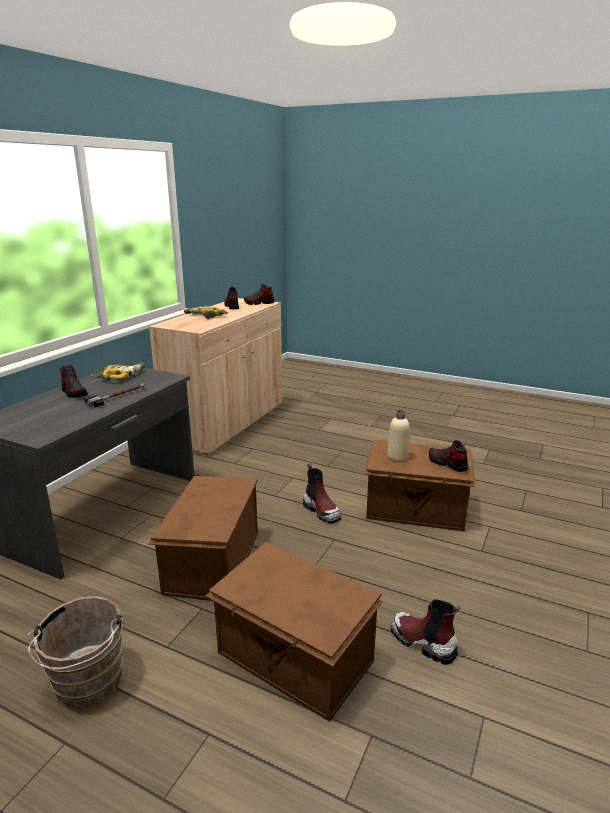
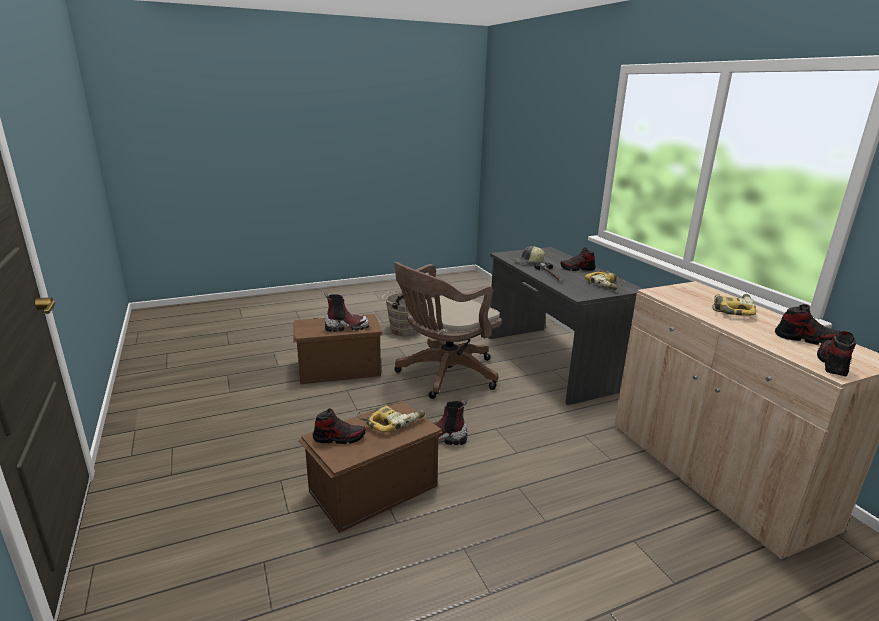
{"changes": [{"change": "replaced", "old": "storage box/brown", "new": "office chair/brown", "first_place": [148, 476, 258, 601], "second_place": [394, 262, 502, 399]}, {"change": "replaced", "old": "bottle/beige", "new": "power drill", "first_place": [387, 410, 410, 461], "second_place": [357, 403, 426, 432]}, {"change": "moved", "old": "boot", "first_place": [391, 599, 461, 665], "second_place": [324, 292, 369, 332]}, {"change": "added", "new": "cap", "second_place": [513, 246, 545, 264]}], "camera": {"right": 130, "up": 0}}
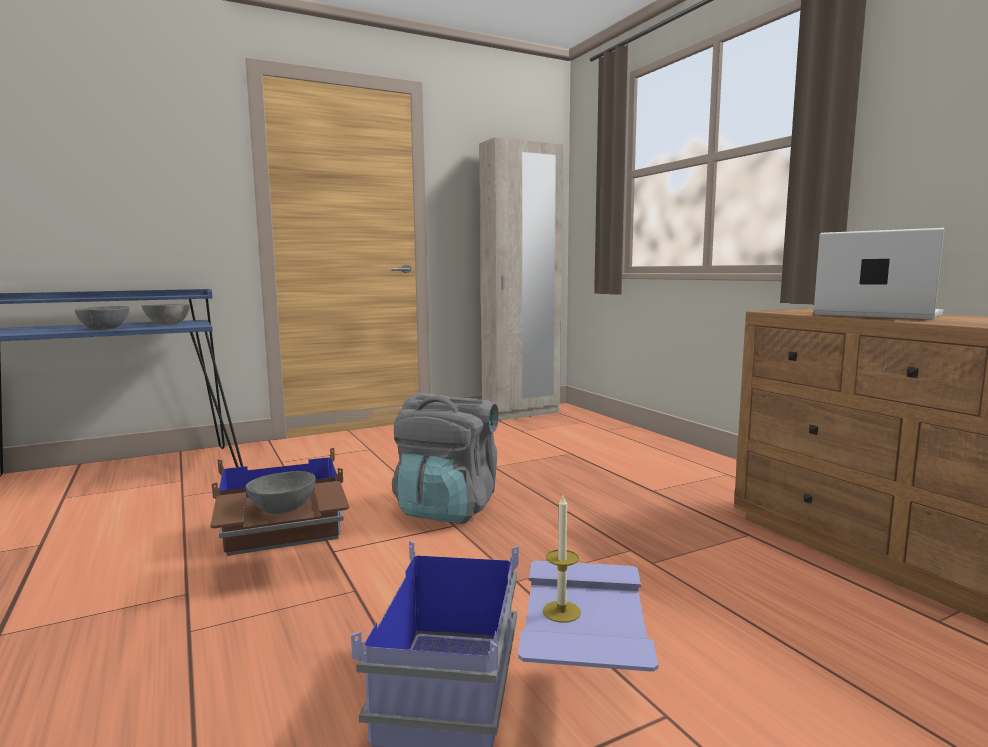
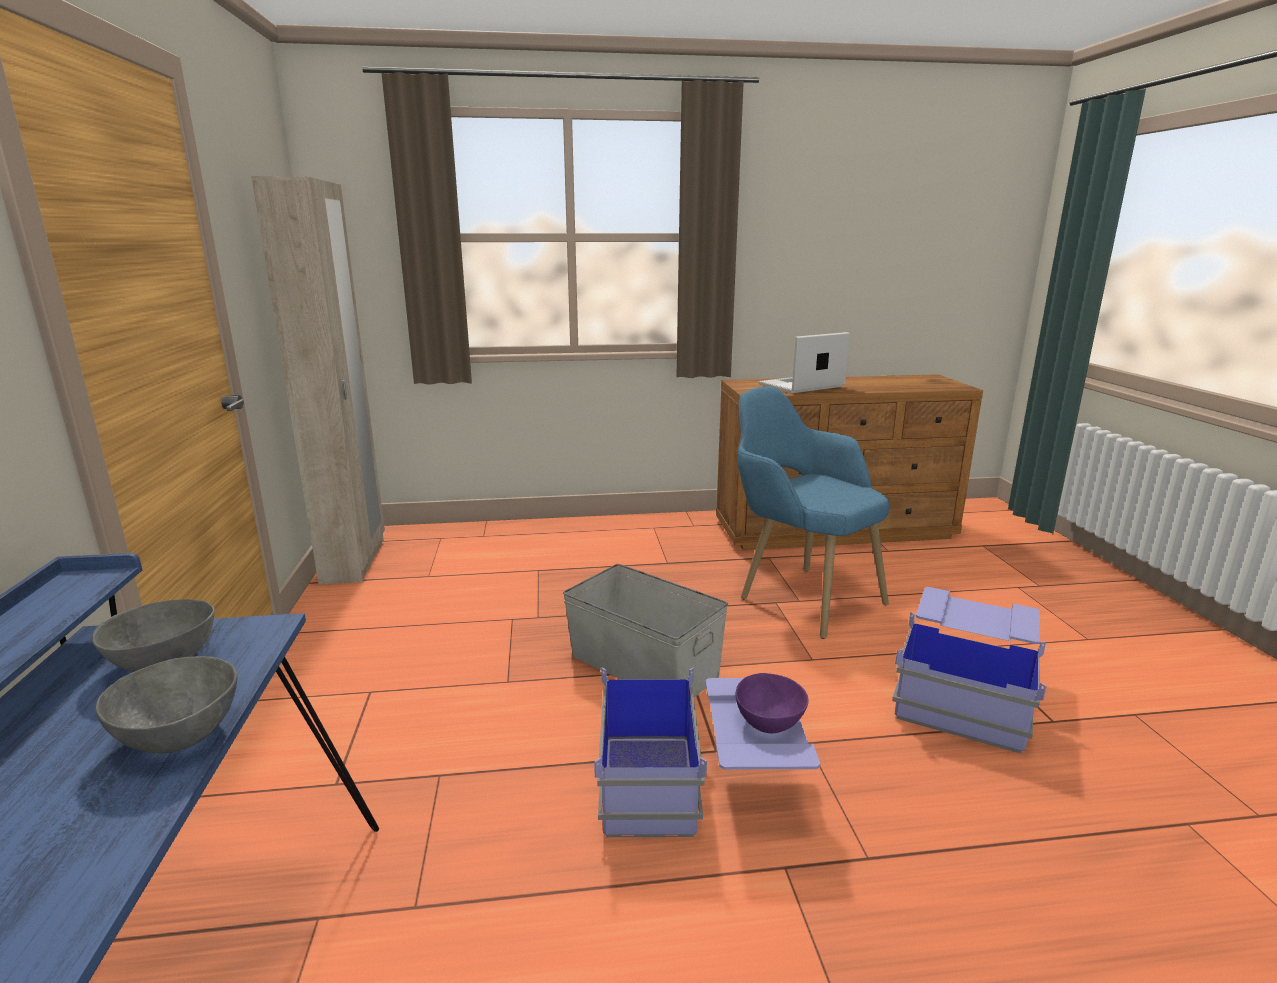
{"changes": [{"change": "recoloured", "old": "storage box/brown", "new": "storage box/blue", "first_place": [211, 448, 349, 556], "second_place": [594, 667, 820, 837]}, {"change": "recoloured", "old": "bowl/grey", "new": "bowl/purple", "first_place": [246, 471, 315, 514], "second_place": [736, 673, 809, 733]}, {"change": "replaced", "old": "backpack/grey", "new": "storage box/grey", "first_place": [392, 393, 499, 524], "second_place": [563, 564, 728, 698]}, {"change": "removed", "old": "candle", "first_place": [543, 496, 581, 623]}, {"change": "added", "new": "armchair/blue", "second_place": [738, 387, 889, 639]}], "camera": {"right": -70, "up": 10}}
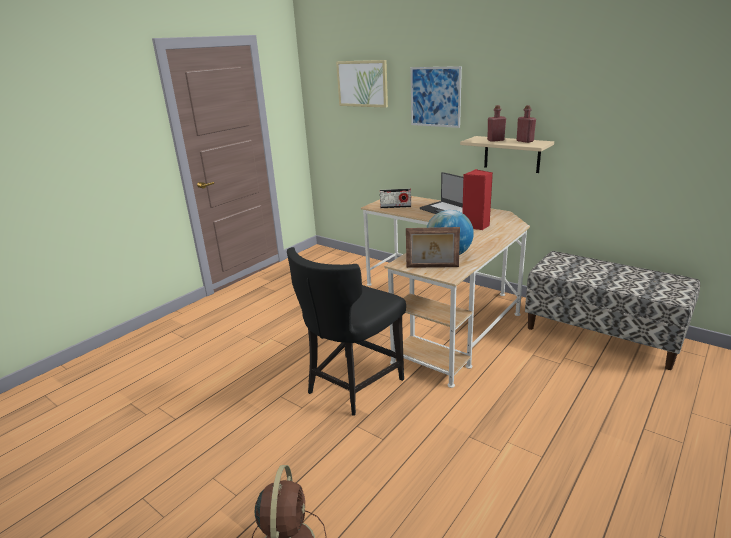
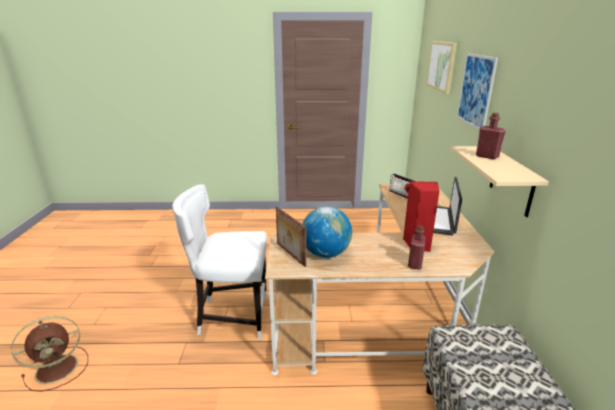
{"changes": [{"change": "recoloured", "old": "chair/black", "new": "chair/white", "first_place": [287, 247, 406, 416], "second_place": [172, 184, 267, 340]}, {"change": "moved", "old": "bottle/red", "first_place": [517, 105, 536, 143], "second_place": [408, 225, 426, 270]}], "camera": {"right": 50, "up": 0}}
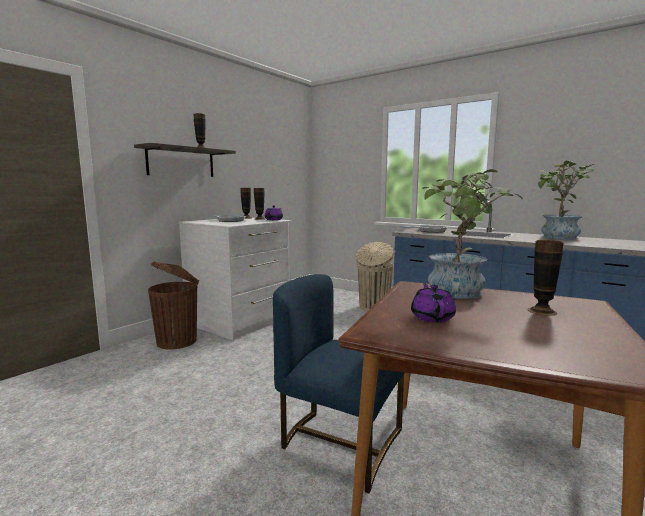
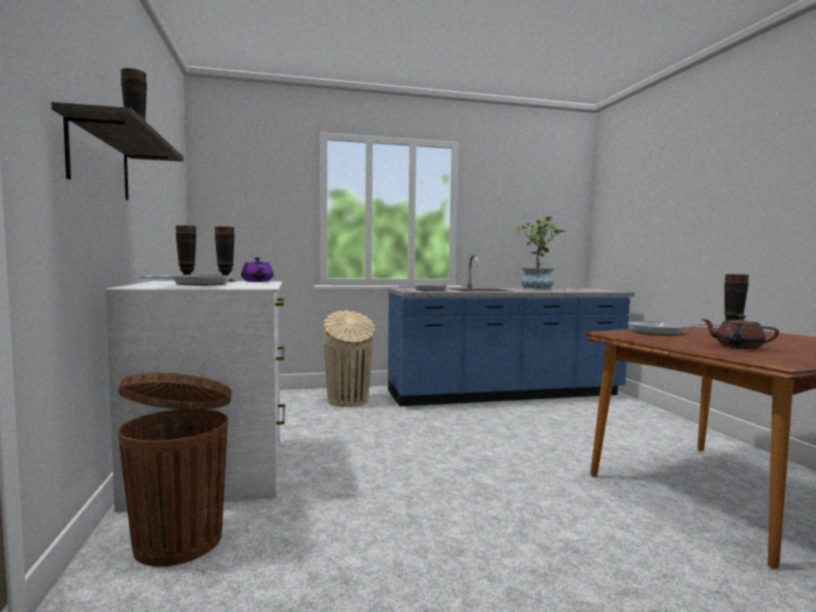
{"changes": [{"change": "removed", "old": "chair/blue", "first_place": [273, 274, 405, 493]}, {"change": "recoloured", "old": "teapot/purple", "new": "teapot/brown", "first_place": [411, 283, 456, 323], "second_place": [702, 315, 779, 349]}, {"change": "replaced", "old": "potted plant", "new": "frying pan", "first_place": [422, 169, 523, 299], "second_place": [628, 321, 719, 336]}], "camera": {"right": -50, "up": -5}}
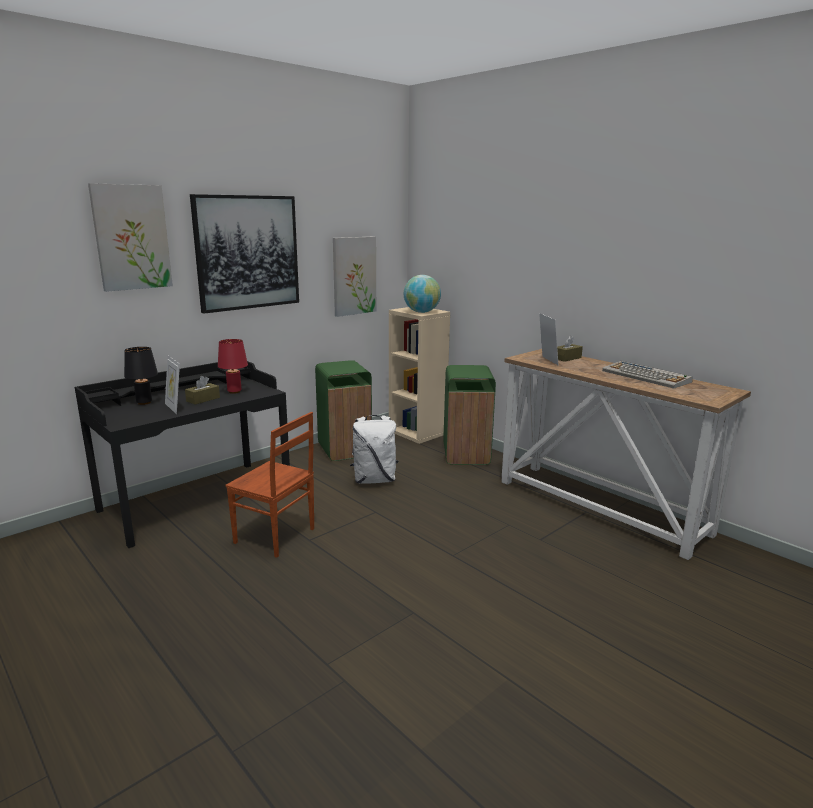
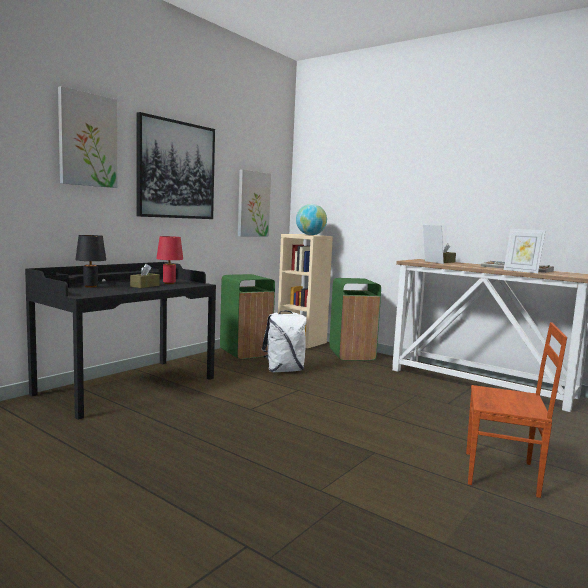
{"changes": [{"change": "moved", "old": "picture frame", "first_place": [165, 356, 180, 414], "second_place": [504, 229, 546, 273]}, {"change": "moved", "old": "chair/brown", "first_place": [226, 412, 314, 558], "second_place": [466, 322, 567, 498]}], "camera": {"right": -10, "up": -10}}
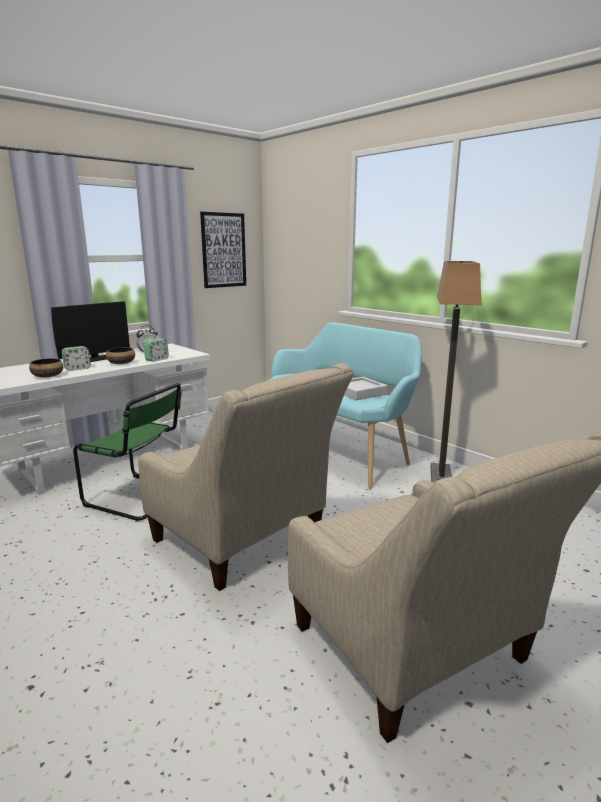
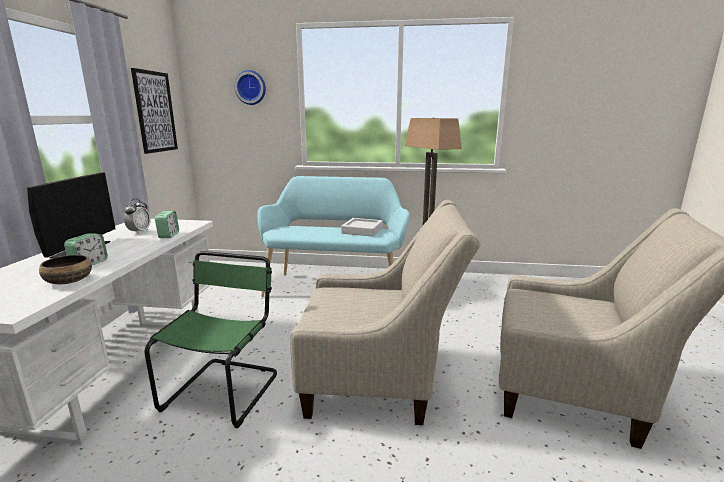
{"changes": [{"change": "turned", "old": "chair/green", "first_place": [73, 383, 182, 521], "second_place": [145, 251, 277, 428], "degrees": -60}, {"change": "removed", "old": "bowl", "first_place": [106, 347, 135, 364]}, {"change": "added", "new": "wall clock", "second_place": [234, 70, 266, 105]}], "camera": {"right": -40, "up": 0}}
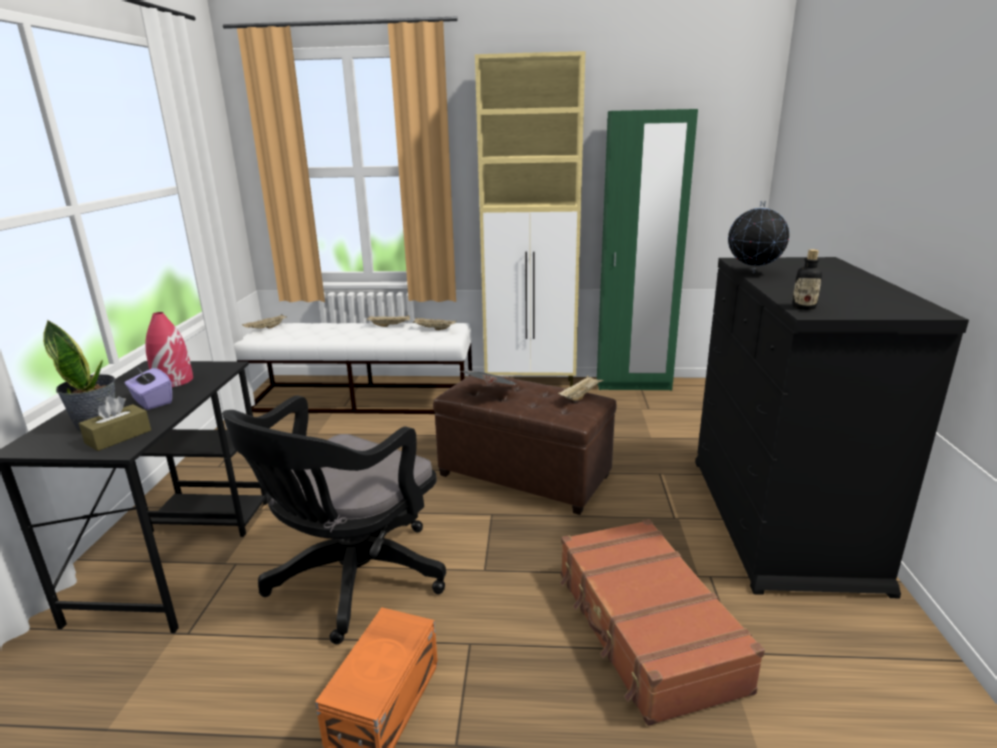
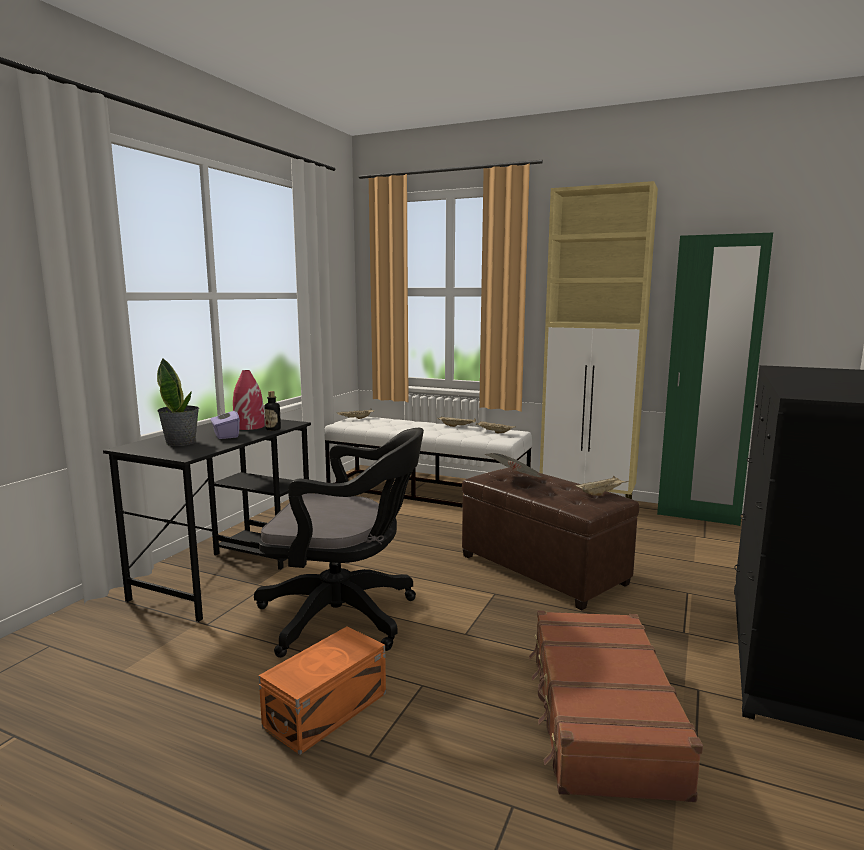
{"changes": [{"change": "removed", "old": "tissue box/brown", "first_place": [79, 396, 151, 451]}, {"change": "turned", "old": "office chair/black", "first_place": [222, 395, 446, 644], "second_place": [254, 428, 424, 658], "degrees": -135}, {"change": "removed", "old": "globe", "first_place": [728, 201, 789, 273]}, {"change": "moved", "old": "bottle", "first_place": [792, 249, 822, 310], "second_place": [264, 391, 281, 431]}], "camera": {"right": 20, "up": -10}}
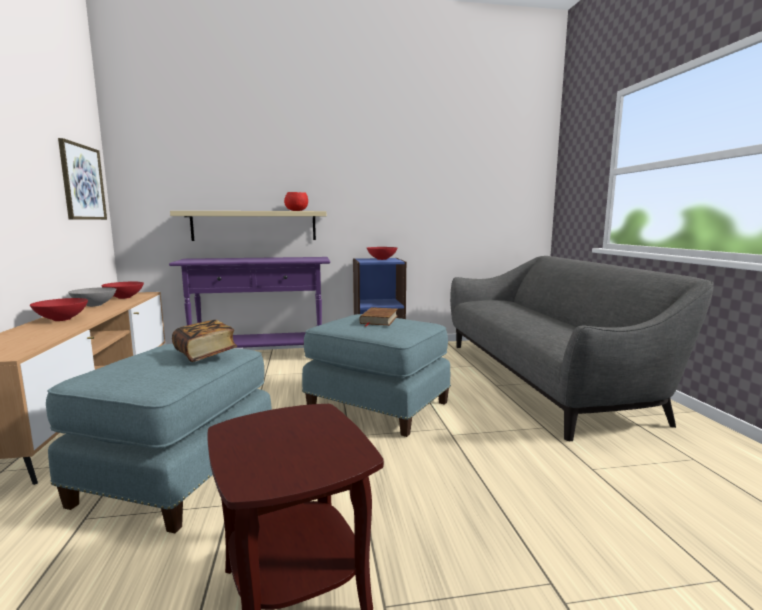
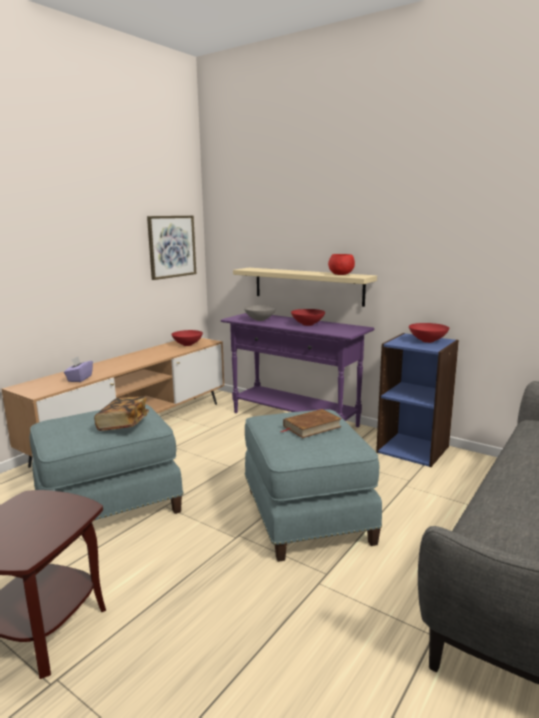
{"changes": [{"change": "moved", "old": "bowl/red", "first_place": [30, 298, 88, 321], "second_place": [291, 309, 325, 326]}, {"change": "moved", "old": "bowl/grey", "first_place": [68, 287, 116, 307], "second_place": [244, 305, 276, 321]}, {"change": "added", "new": "tissue box/purple", "second_place": [64, 356, 93, 382]}], "camera": {"right": 45, "up": 5}}
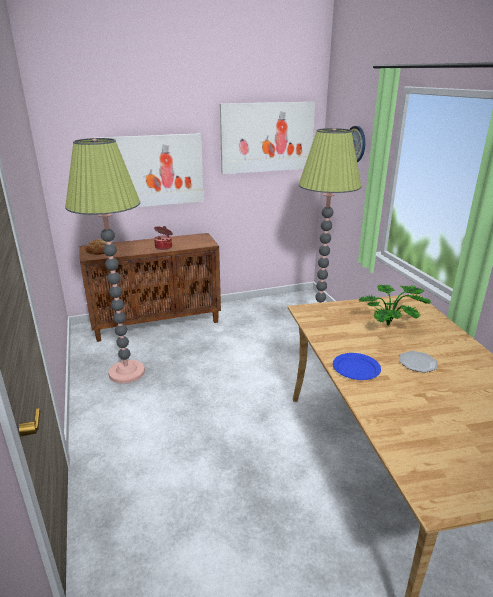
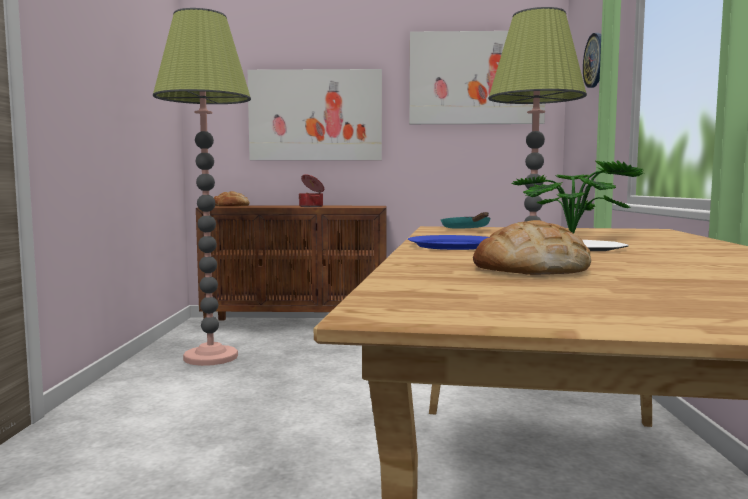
{"changes": [{"change": "added", "new": "frying pan/turquoise", "second_place": [441, 212, 491, 229]}, {"change": "added", "new": "bread", "second_place": [473, 220, 591, 275]}], "camera": {"right": 20, "up": -20}}
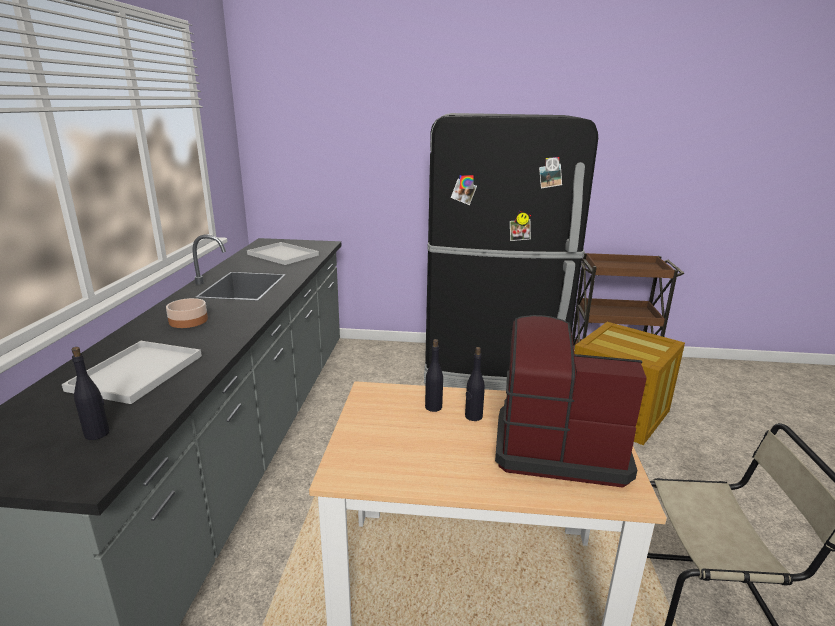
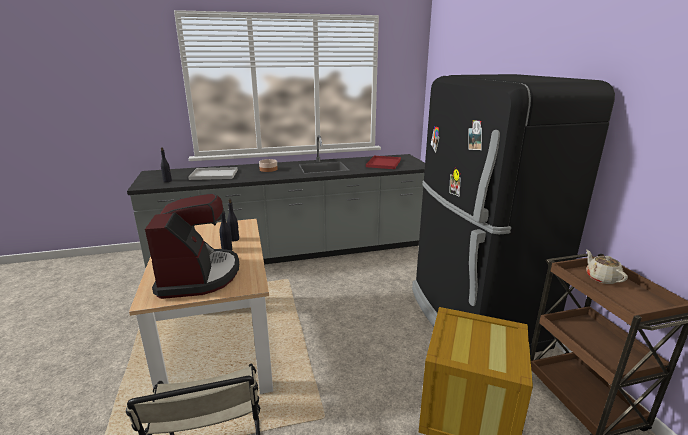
{"changes": [{"change": "recoloured", "old": "tray/white", "new": "tray/red", "first_place": [247, 242, 319, 265], "second_place": [366, 156, 401, 169]}, {"change": "added", "new": "teapot/beige", "second_place": [586, 250, 628, 284]}], "camera": {"right": 70, "up": 0}}
